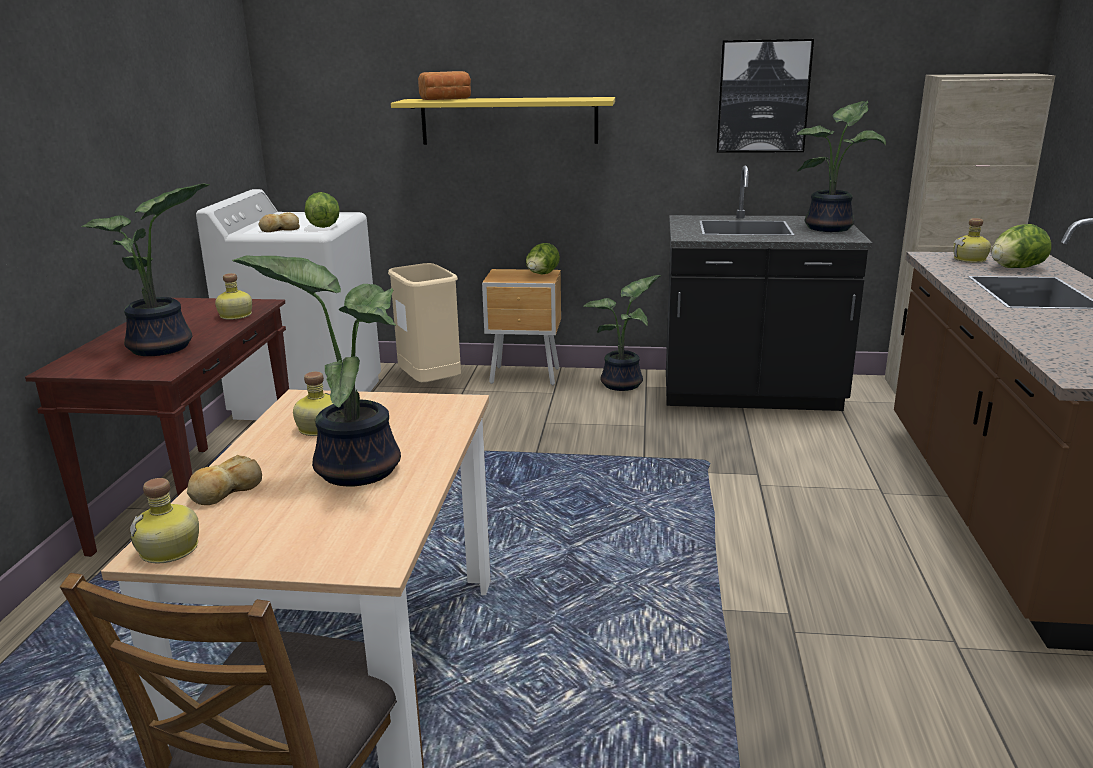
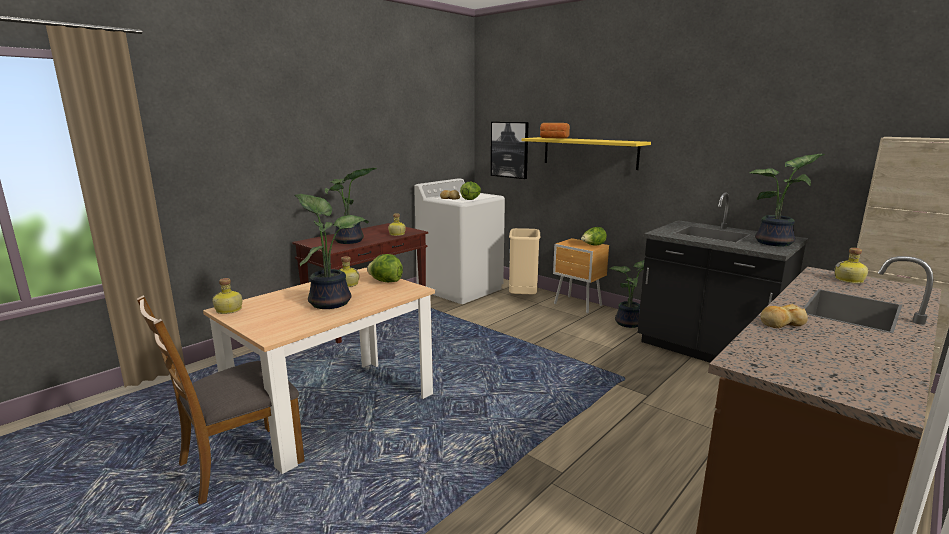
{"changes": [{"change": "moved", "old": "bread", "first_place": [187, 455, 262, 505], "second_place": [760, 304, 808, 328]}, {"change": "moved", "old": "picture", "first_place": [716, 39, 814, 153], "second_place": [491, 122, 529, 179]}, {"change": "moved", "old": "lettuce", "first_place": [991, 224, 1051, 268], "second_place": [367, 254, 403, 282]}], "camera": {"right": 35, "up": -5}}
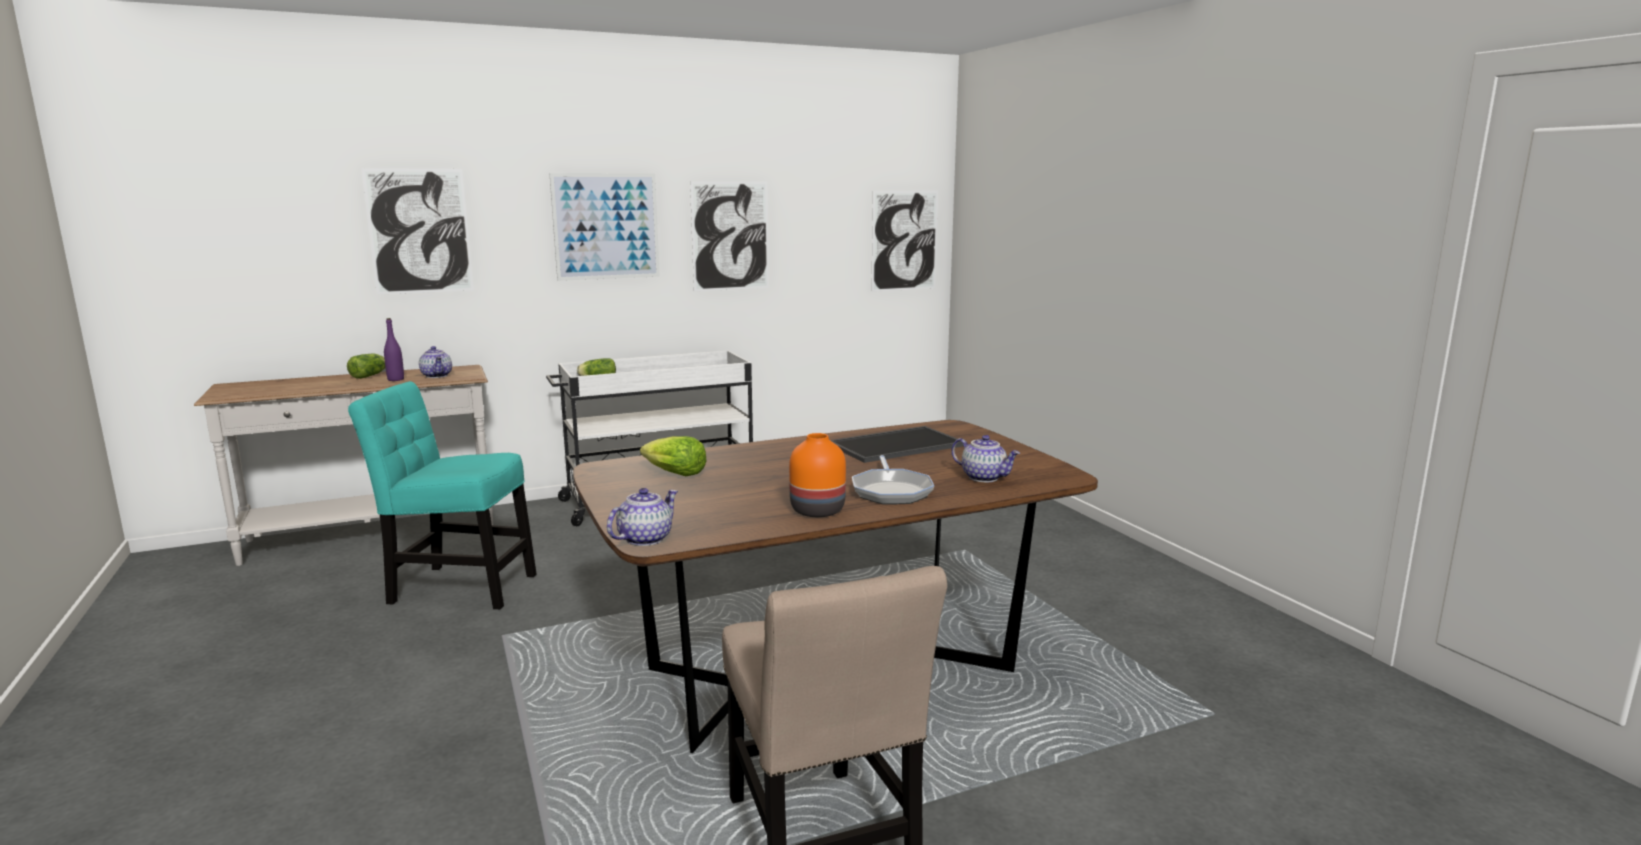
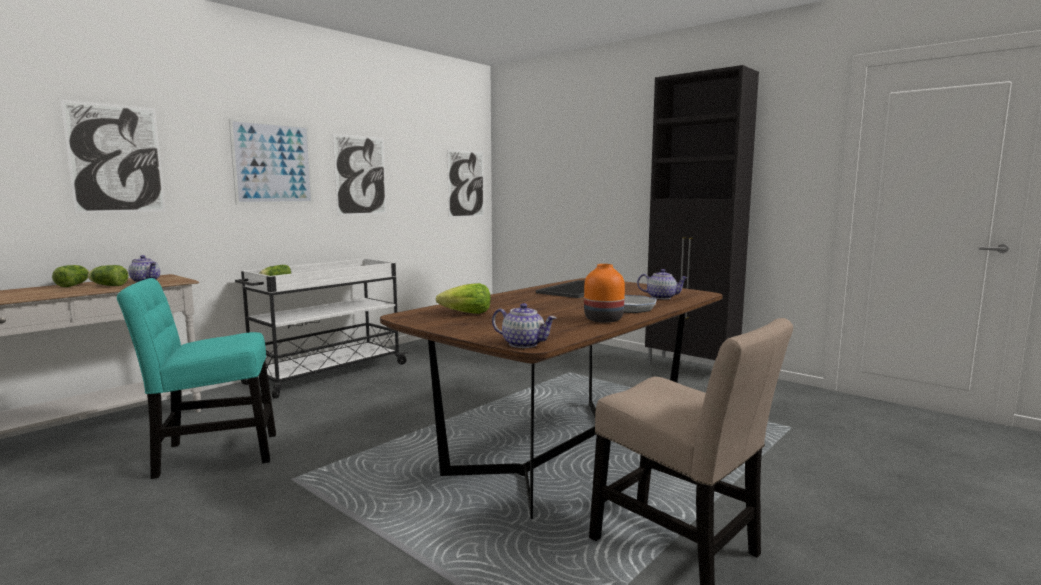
{"changes": [{"change": "replaced", "old": "bottle/purple", "new": "lettuce", "first_place": [384, 318, 404, 381], "second_place": [88, 265, 128, 286]}, {"change": "turned", "old": "teapot", "first_place": [607, 488, 678, 546], "second_place": [492, 303, 556, 348], "degrees": 105}, {"change": "added", "new": "cabinet/black", "second_place": [645, 65, 759, 365]}], "camera": {"right": -25, "up": -5}}
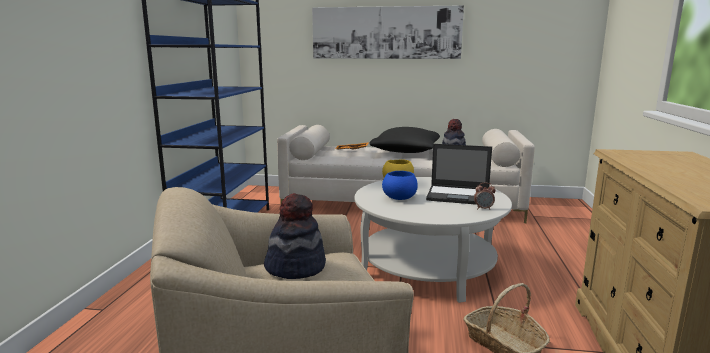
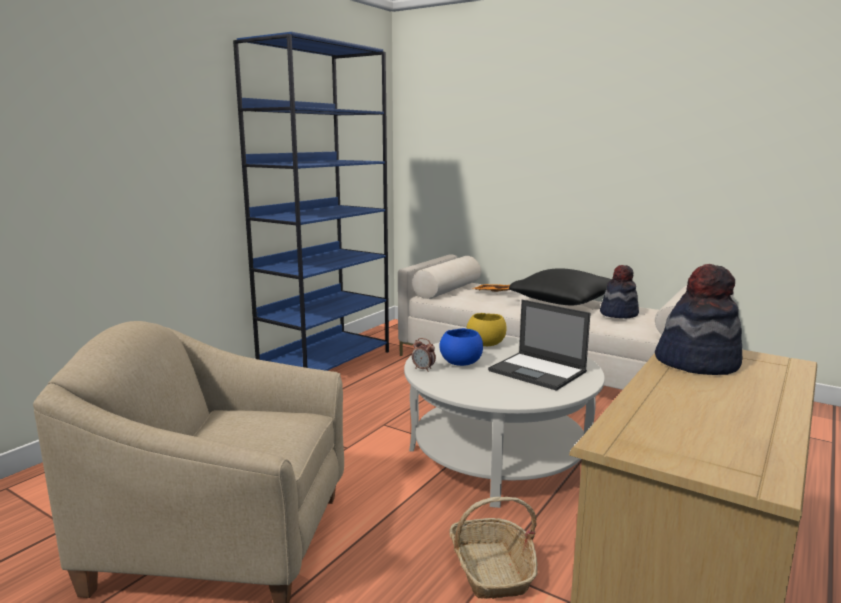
{"changes": [{"change": "moved", "old": "hat", "first_place": [264, 193, 326, 279], "second_place": [655, 264, 742, 375]}, {"change": "removed", "old": "picture", "first_place": [312, 5, 464, 59]}, {"change": "moved", "old": "alarm clock", "first_place": [474, 183, 496, 210], "second_place": [412, 338, 436, 372]}], "camera": {"right": 25, "up": 0}}
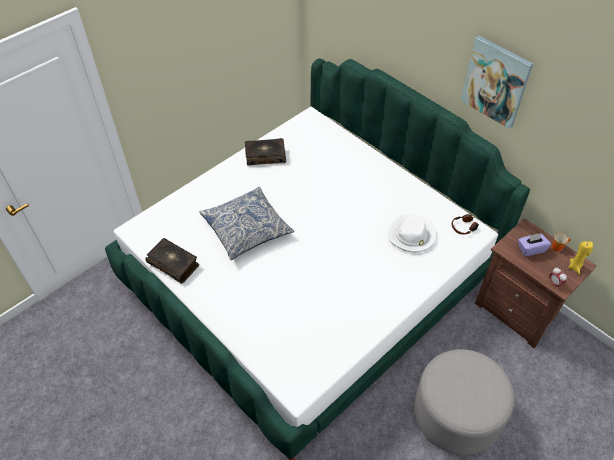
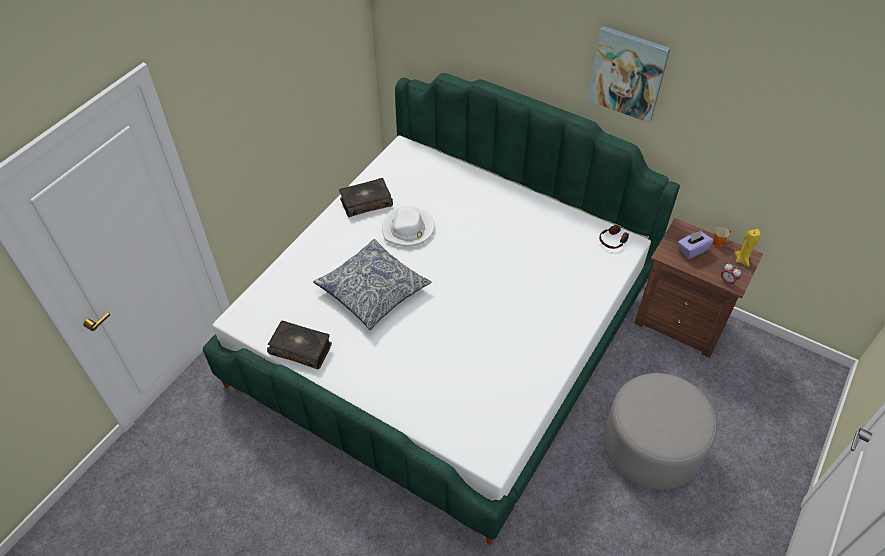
{"changes": [{"change": "moved", "old": "hat/white", "first_place": [388, 214, 437, 252], "second_place": [382, 206, 435, 246]}], "camera": {"right": -15, "up": 0}}
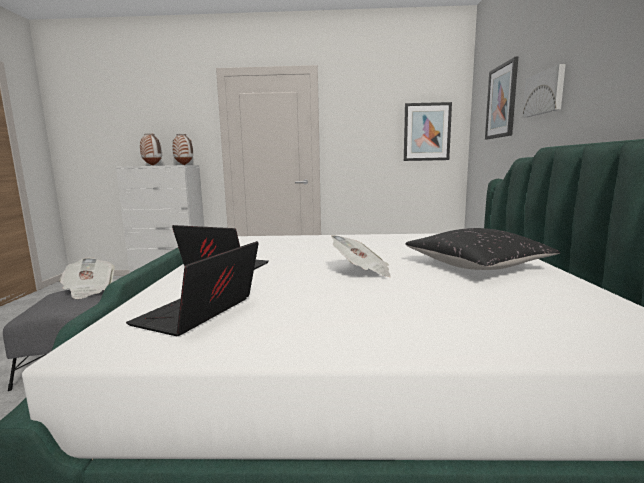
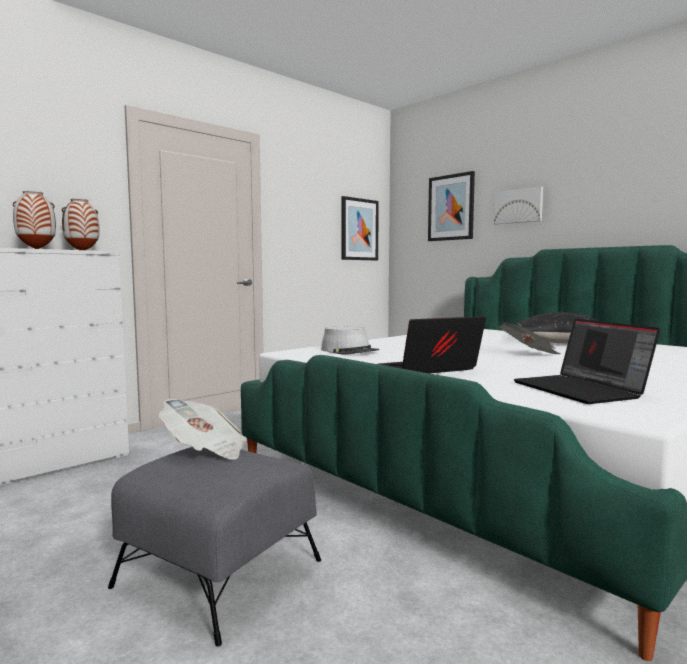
{"changes": [{"change": "added", "new": "hat/grey", "second_place": [321, 326, 379, 355]}], "camera": {"right": -45, "up": -5}}
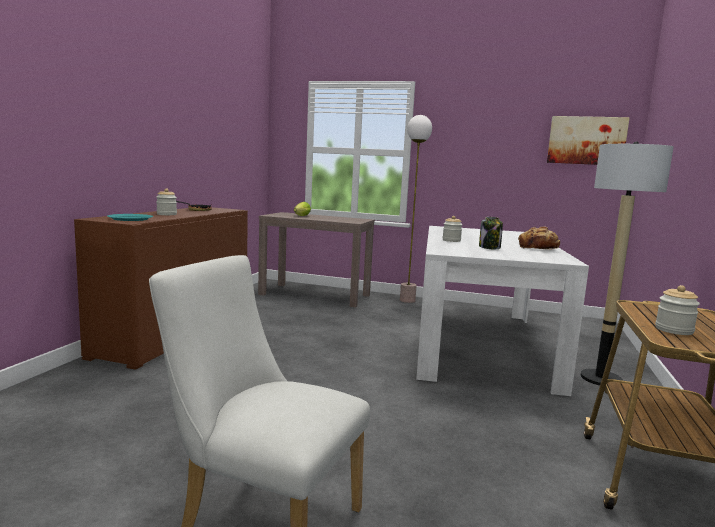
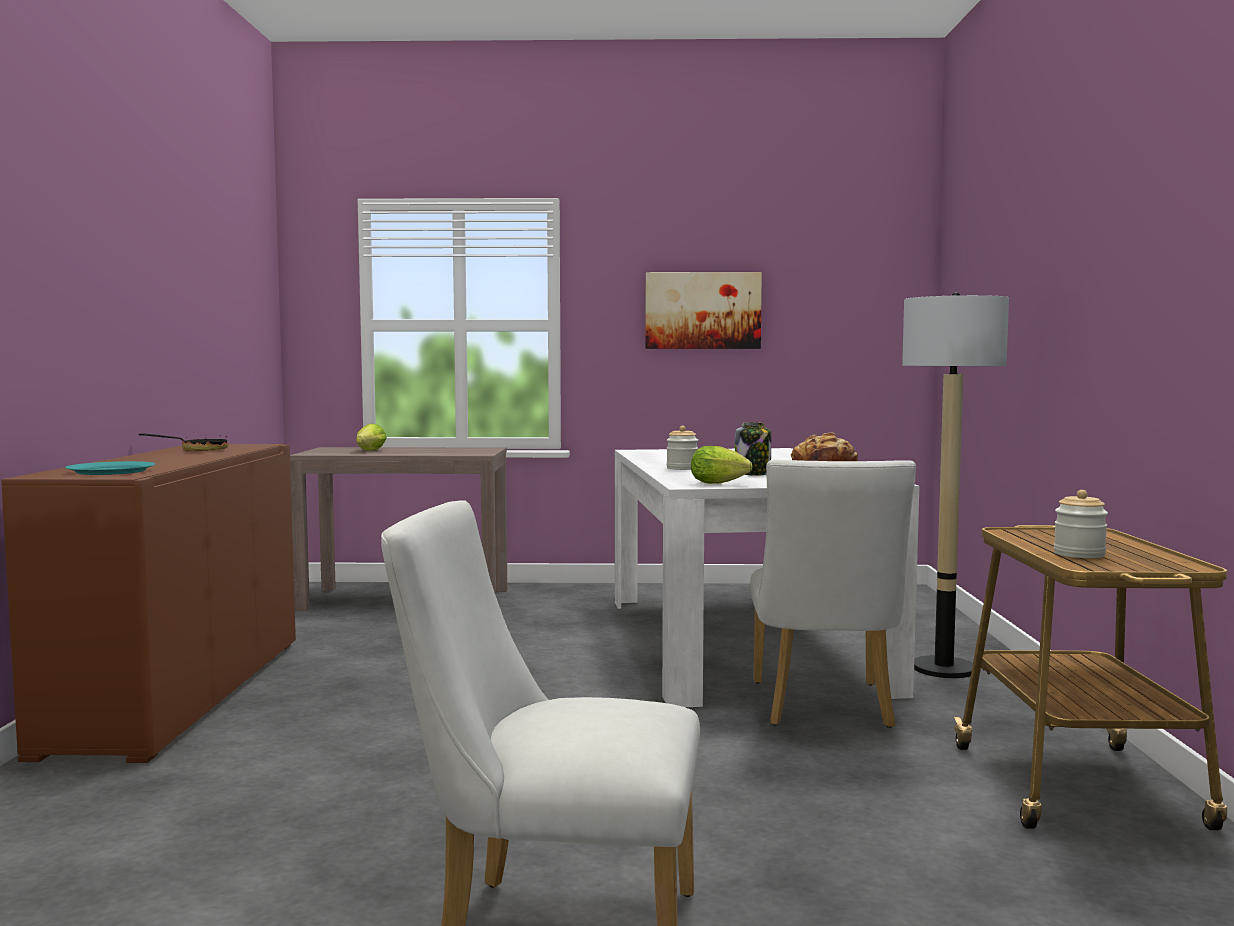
{"changes": [{"change": "removed", "old": "jar", "first_place": [156, 188, 177, 215]}, {"change": "removed", "old": "floor lamp", "first_place": [400, 115, 432, 303]}, {"change": "moved", "old": "picture", "first_place": [547, 116, 630, 165], "second_place": [645, 272, 762, 349]}, {"change": "added", "new": "lettuce", "second_place": [691, 446, 752, 484]}, {"change": "added", "new": "chair/white", "second_place": [750, 460, 916, 728]}], "camera": {"right": -15, "up": -5}}
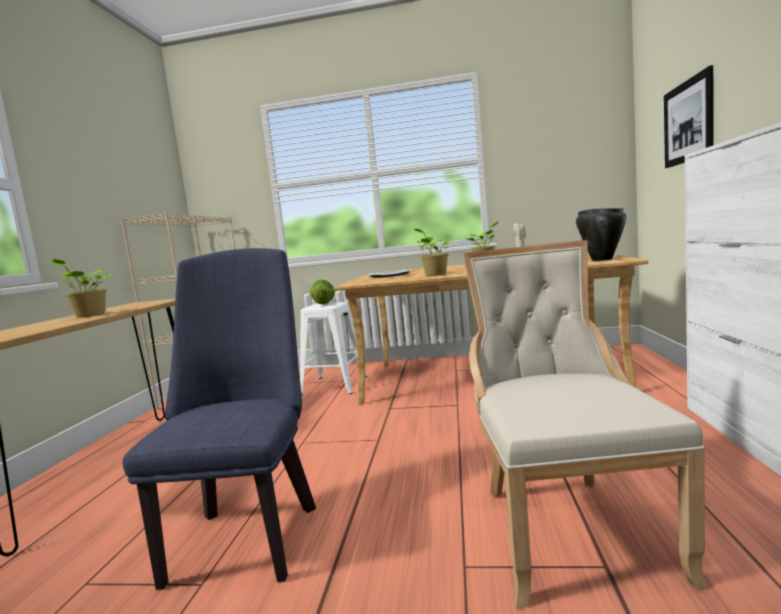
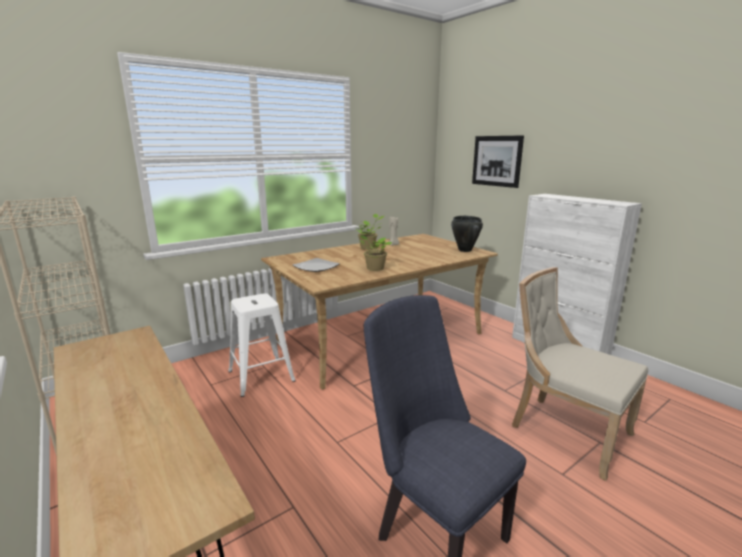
{"changes": [{"change": "removed", "old": "potted plant", "first_place": [50, 259, 113, 318]}, {"change": "removed", "old": "lettuce", "first_place": [310, 280, 335, 305]}], "camera": {"right": -45, "up": 10}}
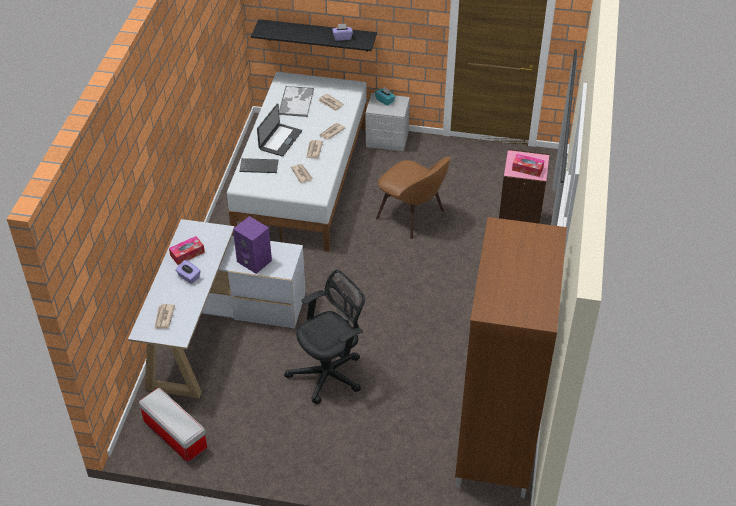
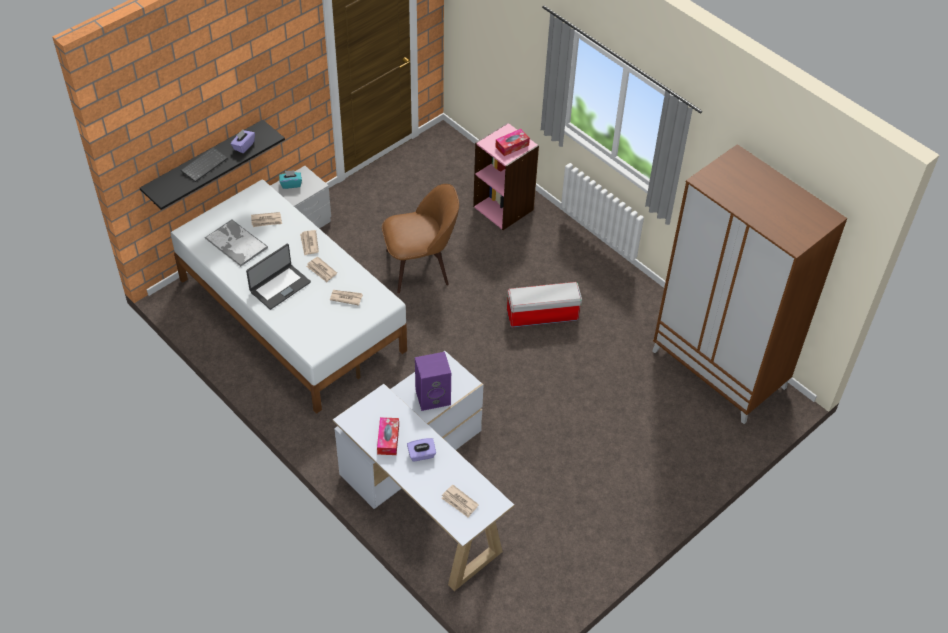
{"changes": [{"change": "moved", "old": "storage box", "first_place": [139, 388, 207, 463], "second_place": [507, 282, 582, 328]}, {"change": "moved", "old": "keyboard", "first_place": [240, 158, 278, 173], "second_place": [181, 147, 227, 182]}, {"change": "turned", "old": "laptop", "first_place": [257, 104, 302, 157], "second_place": [246, 244, 311, 310], "degrees": 75}, {"change": "removed", "old": "office chair/black", "first_place": [284, 270, 365, 404]}], "camera": {"right": -55, "up": 5}}
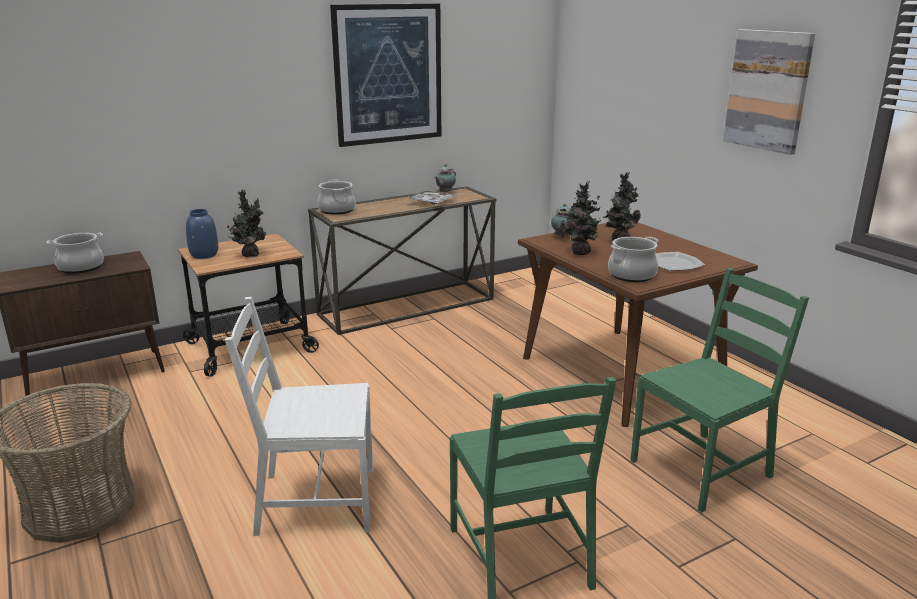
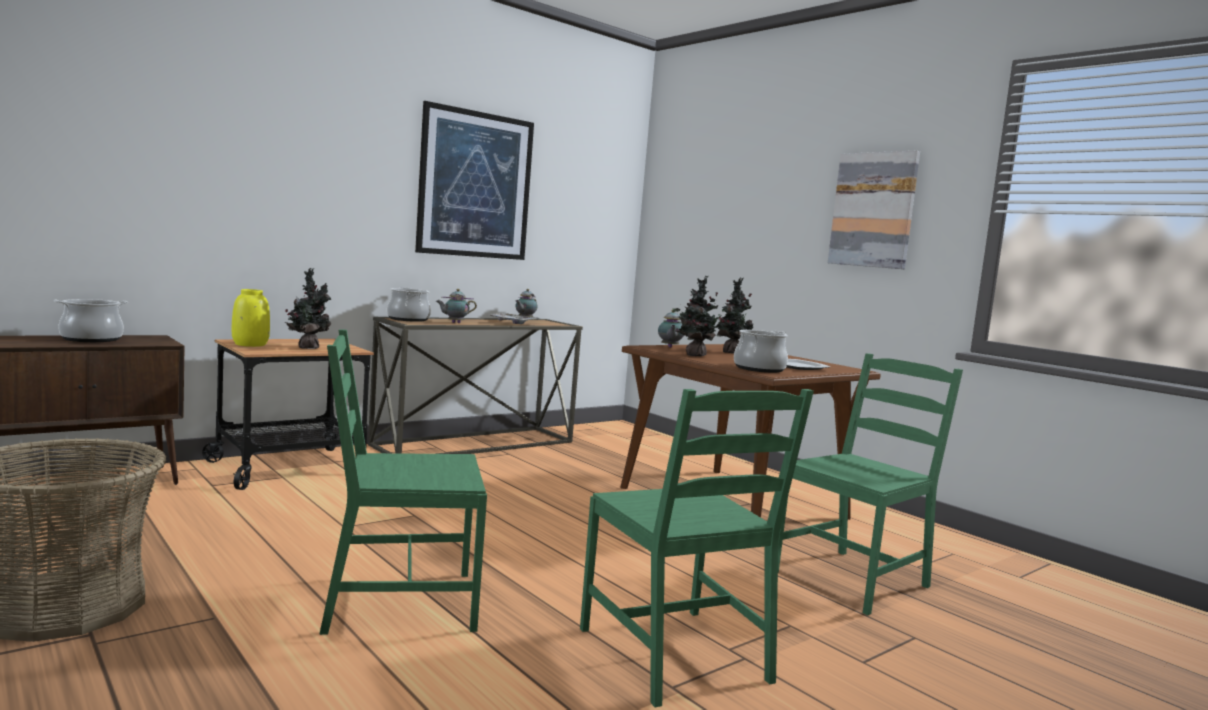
{"changes": [{"change": "recoloured", "old": "vase/blue", "new": "vase/yellow", "first_place": [186, 209, 218, 259], "second_place": [232, 289, 270, 347]}, {"change": "recoloured", "old": "chair/white", "new": "chair/green", "first_place": [225, 297, 373, 536], "second_place": [319, 329, 487, 635]}, {"change": "added", "new": "teapot", "second_place": [436, 289, 477, 323]}], "camera": {"right": -10, "up": -15}}
